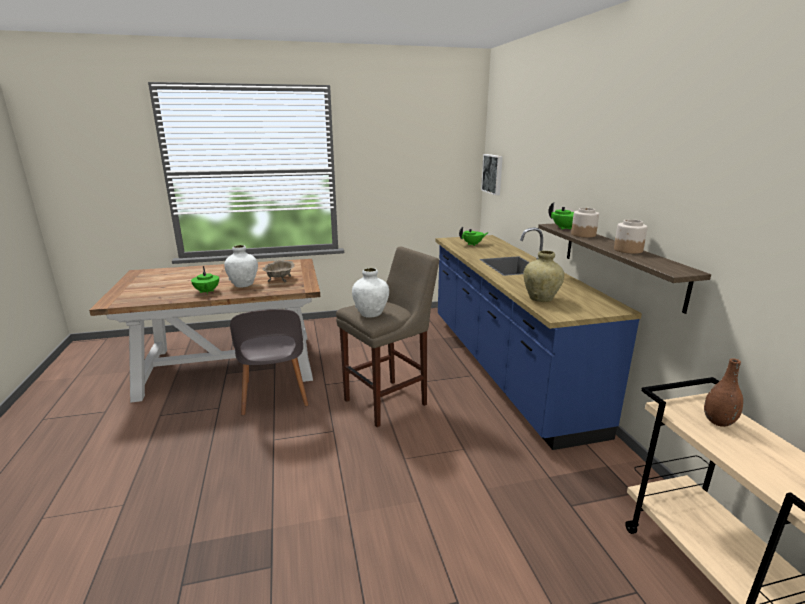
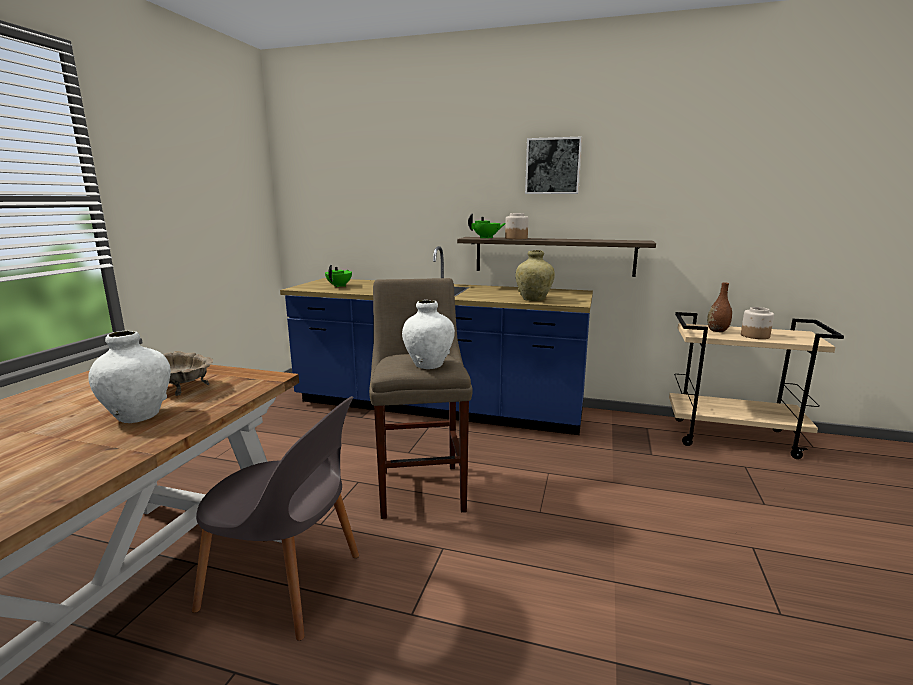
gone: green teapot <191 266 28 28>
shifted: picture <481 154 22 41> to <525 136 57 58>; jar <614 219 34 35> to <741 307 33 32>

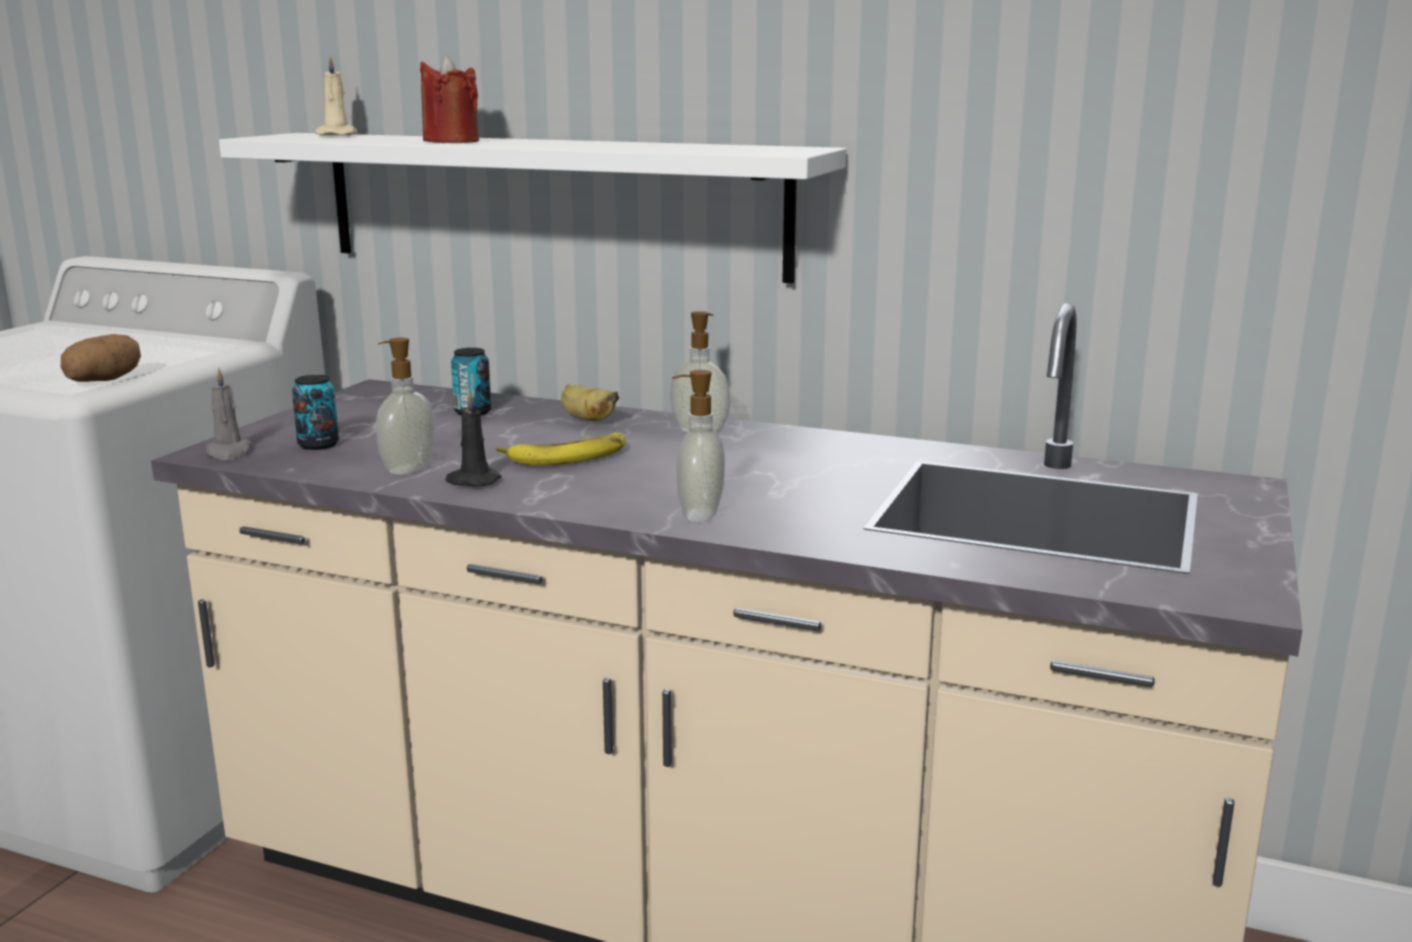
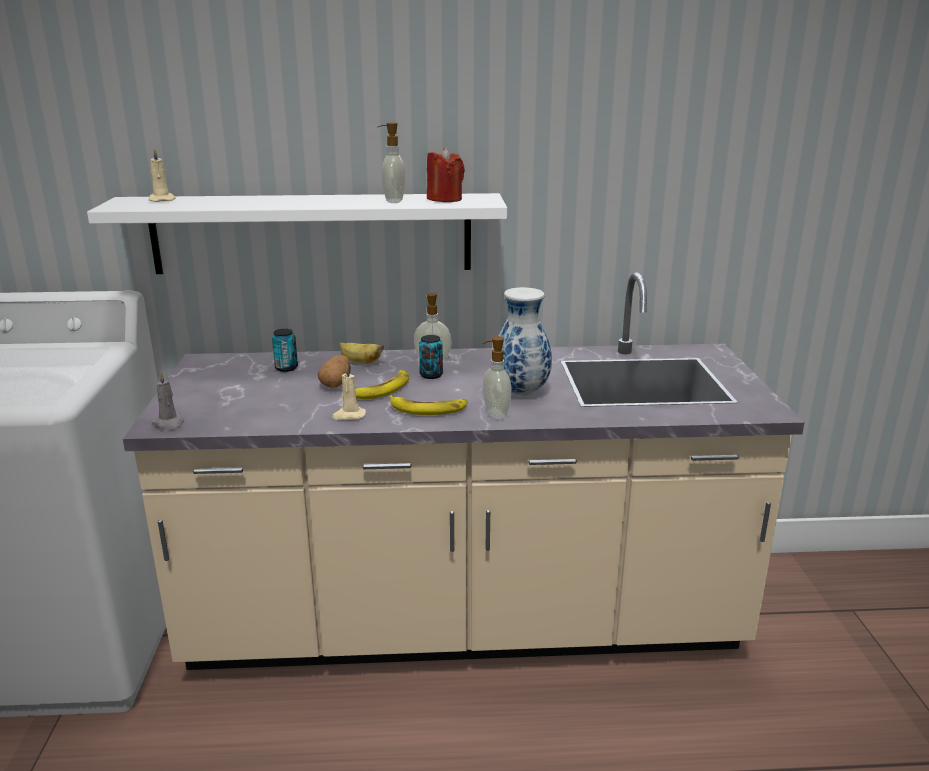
new: banana <389 395 79 20>; vase <499 287 53 108>
shifted: potato <60 334 81 48> to <318 355 33 33>; can <292 375 47 75> to <419 335 24 44>; soap dispenser <376 338 59 137> to <377 122 29 81>; red candle <420 55 59 88> to <427 147 38 55>
repainted: black candle <445 391 57 95> to beige candle <332 365 34 55>

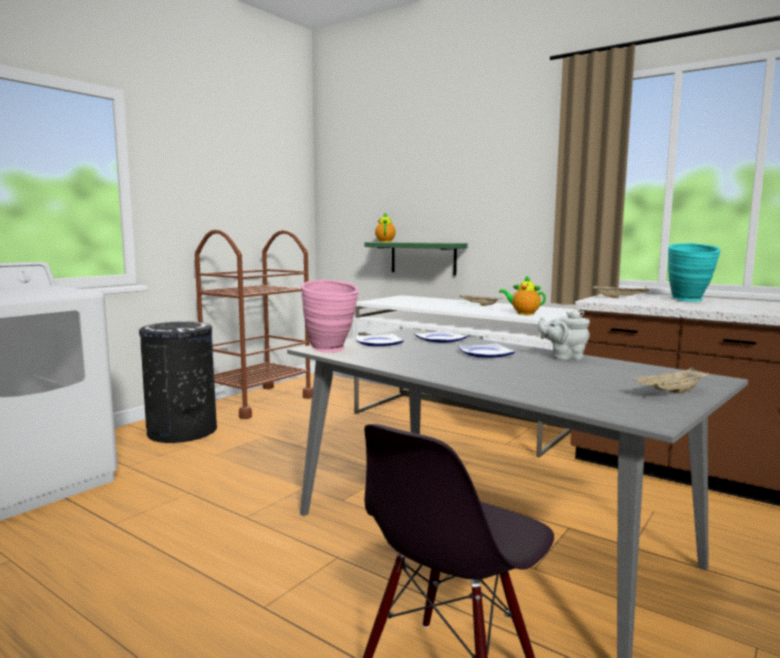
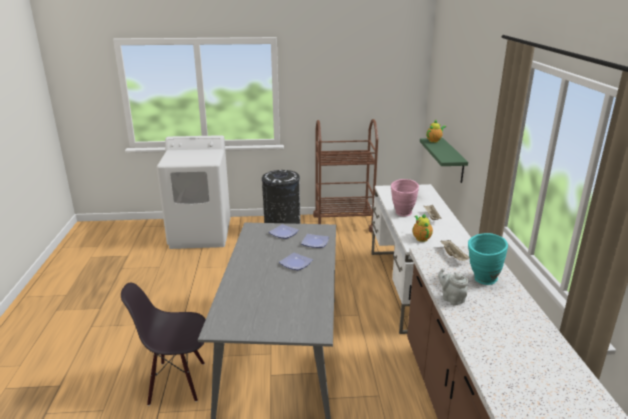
gone: beige tray <633 367 77 27>
shifted: pink vase <301 280 58 73> to <391 179 28 37>; grey teapot <538 310 52 50> to <438 269 30 37>

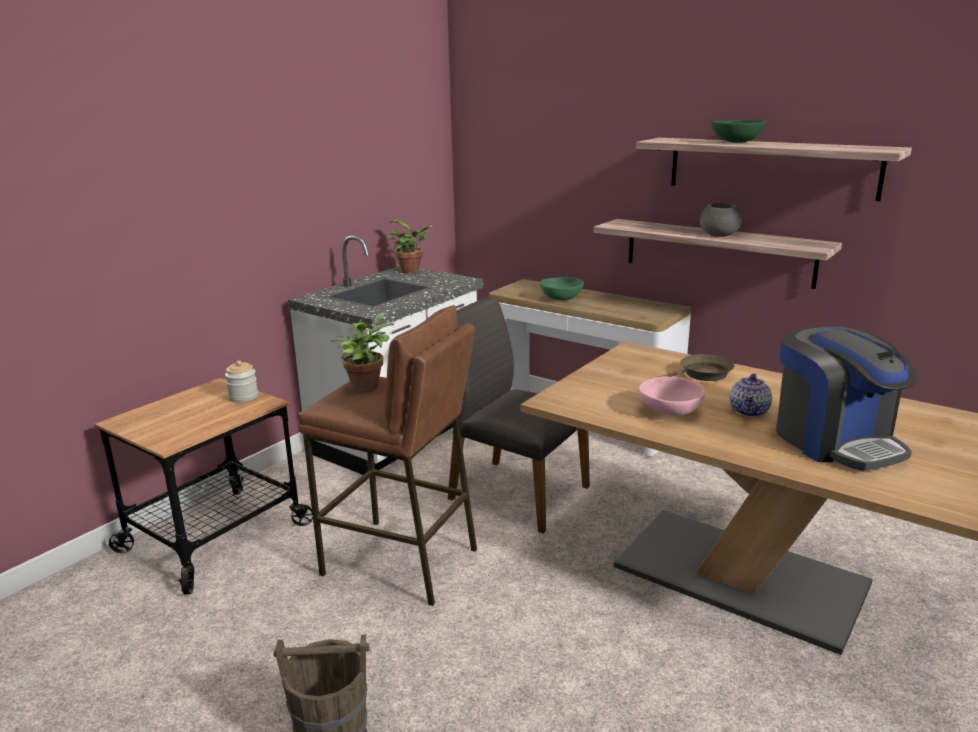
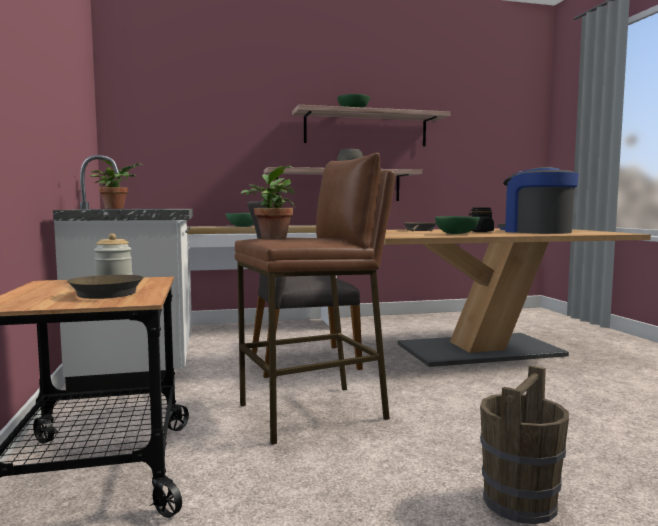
new: brown frying pan <67 275 77 24>
swapped: teapot <730 373 42 44> to black jar <469 207 25 25>
repainted: pink bowl <638 377 67 39> to green bowl <435 216 45 18>
rotated: coffee machine <776 327 142 144> = <498 167 81 67> 135 degrees counterclockwise

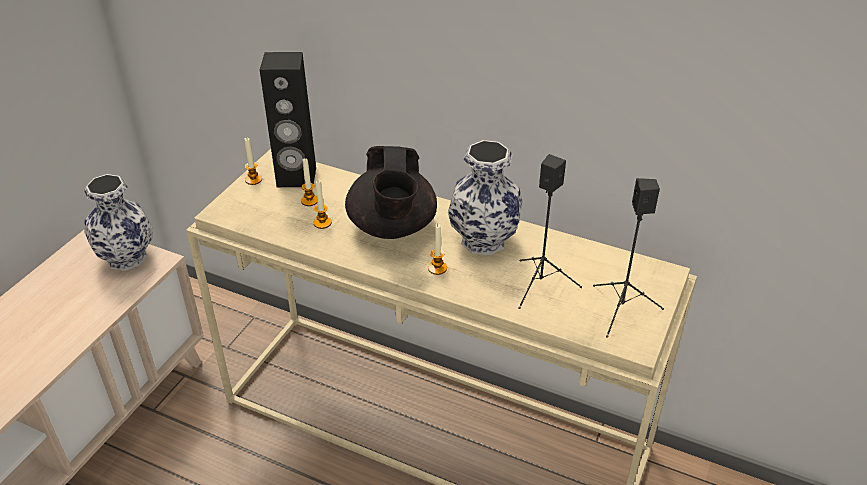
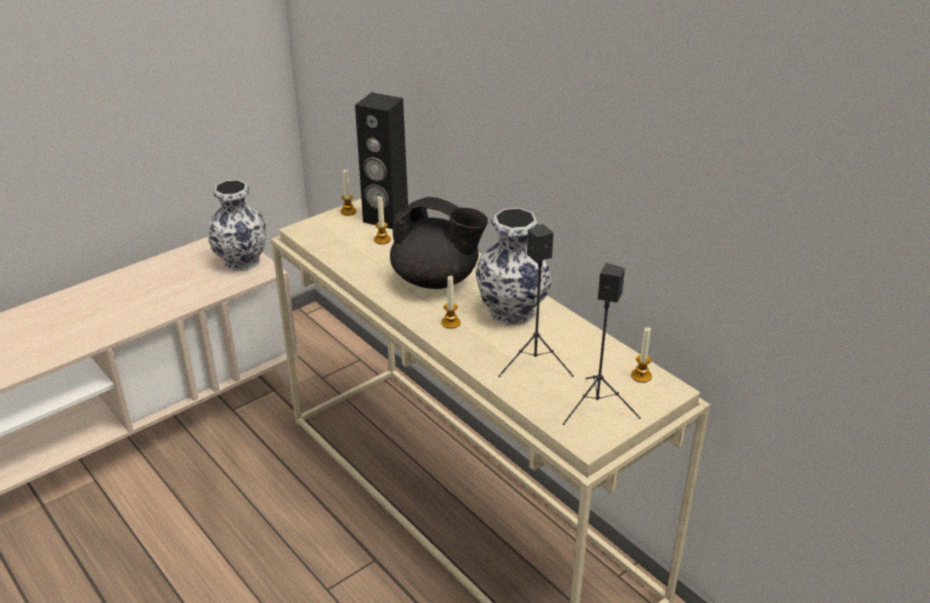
shifted: candle <313 180 19 49> to <631 327 21 56>
rotated: black teapot <345 146 92 93> = <390 197 98 92> 90 degrees counterclockwise

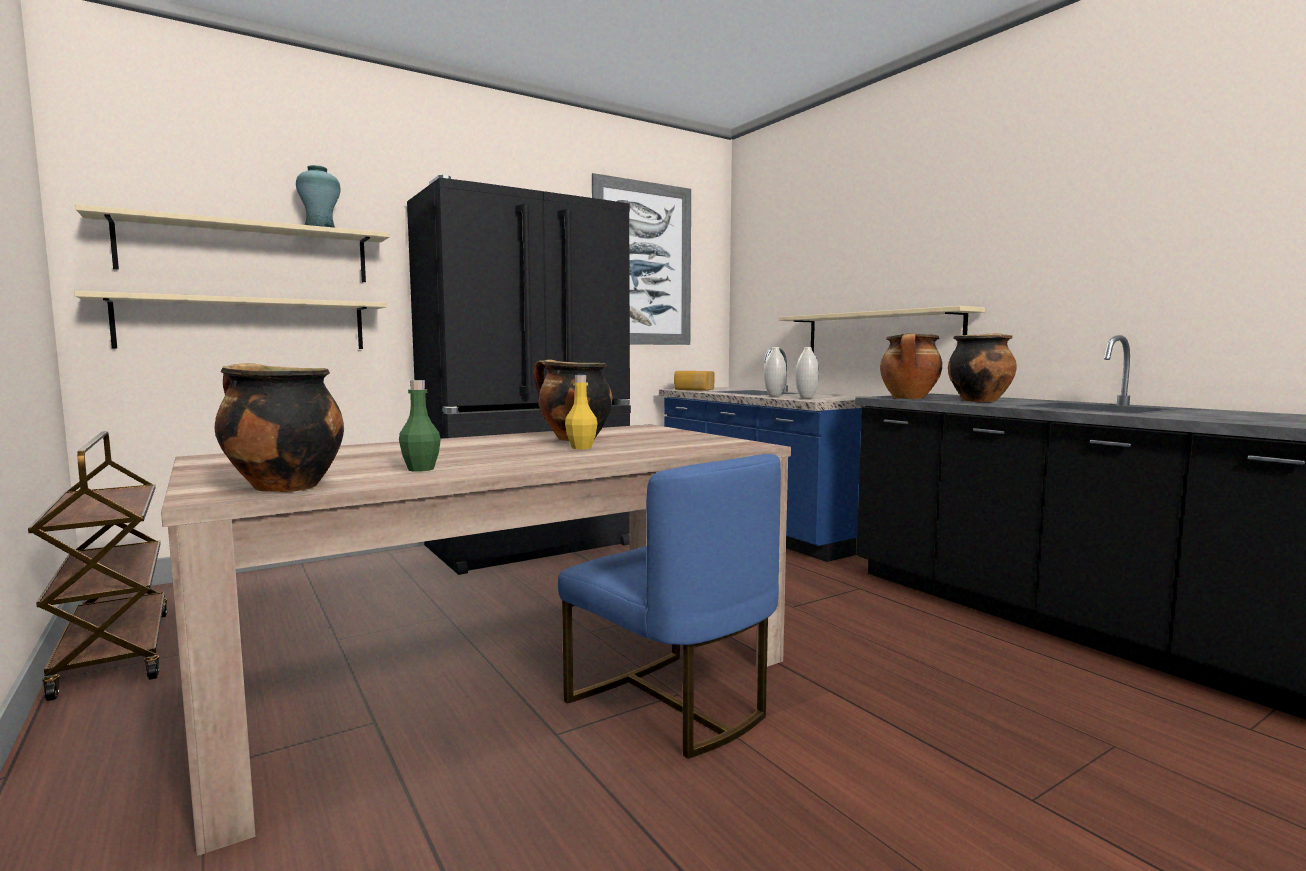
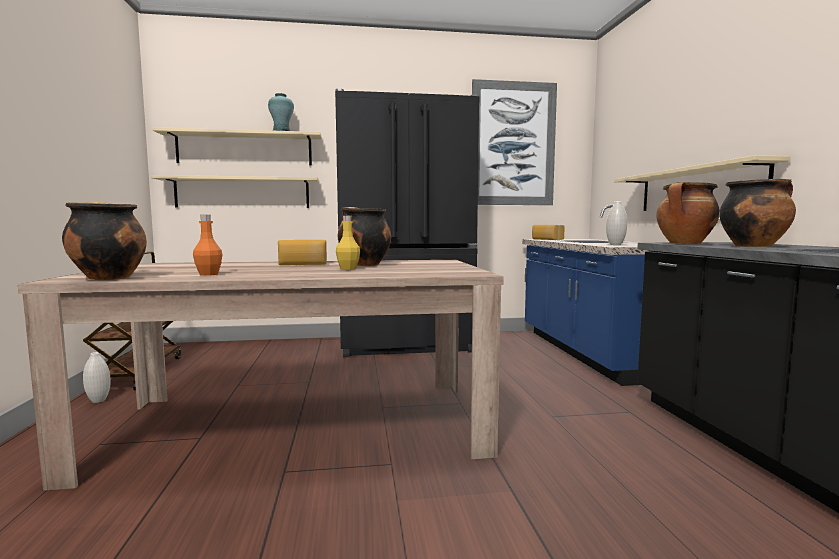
gone: blue chair <558 454 223 305>
new: bread <278 240 49 25>
shifted: white vase <764 347 22 49> to <83 352 27 51>
repainted: green bottle <399 380 42 92> to orange bottle <193 215 29 61>

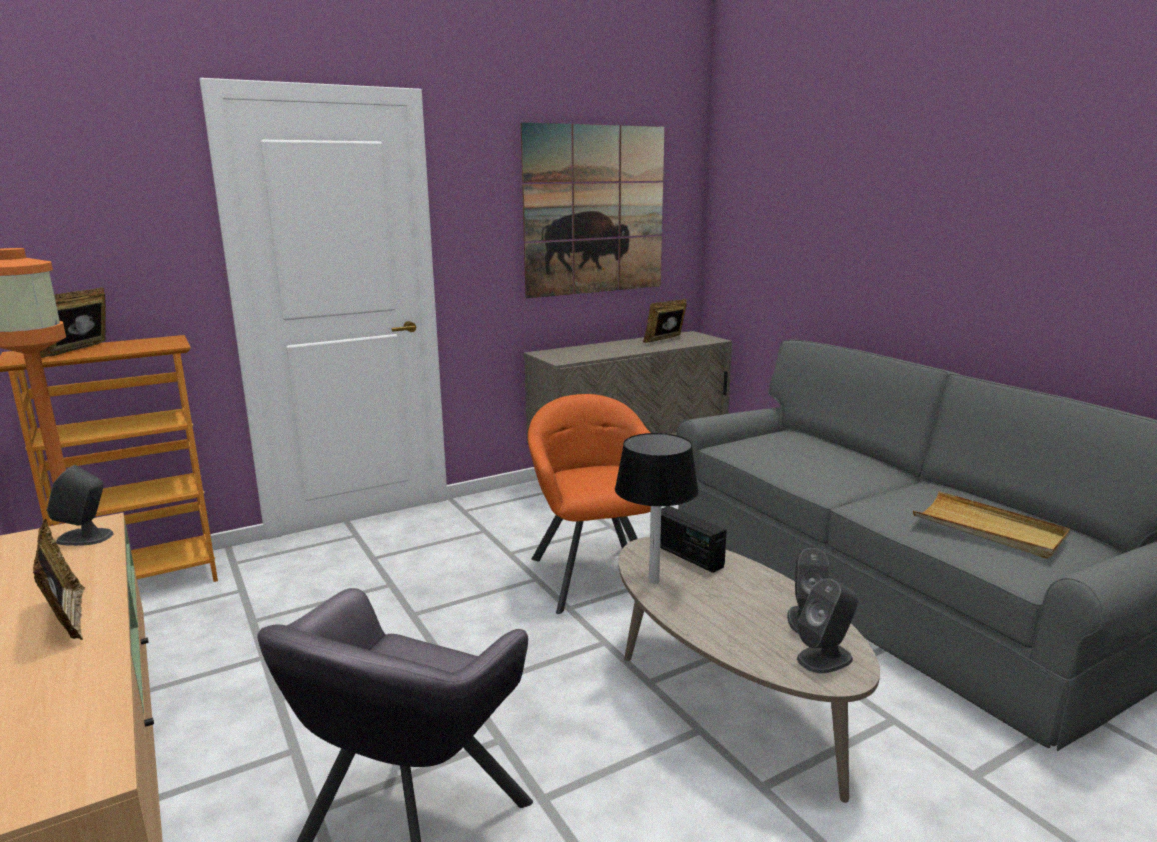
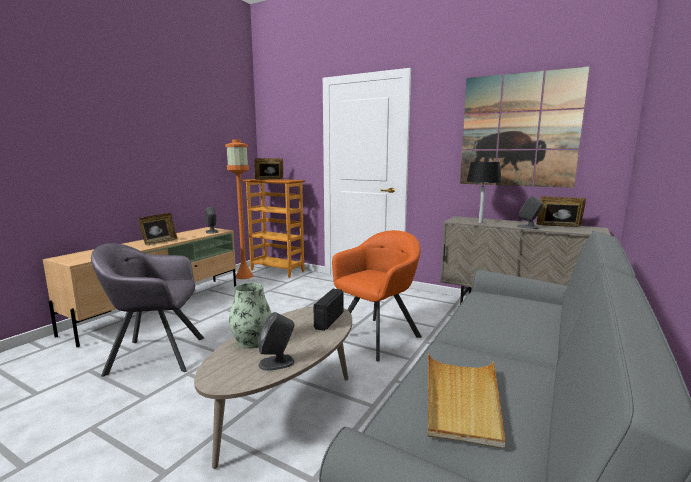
new: vase <229 283 42 66>
shifted: black table lamp <615 433 84 151> to <466 162 36 61>; grey speaker <797 579 61 94> to <517 195 26 34>

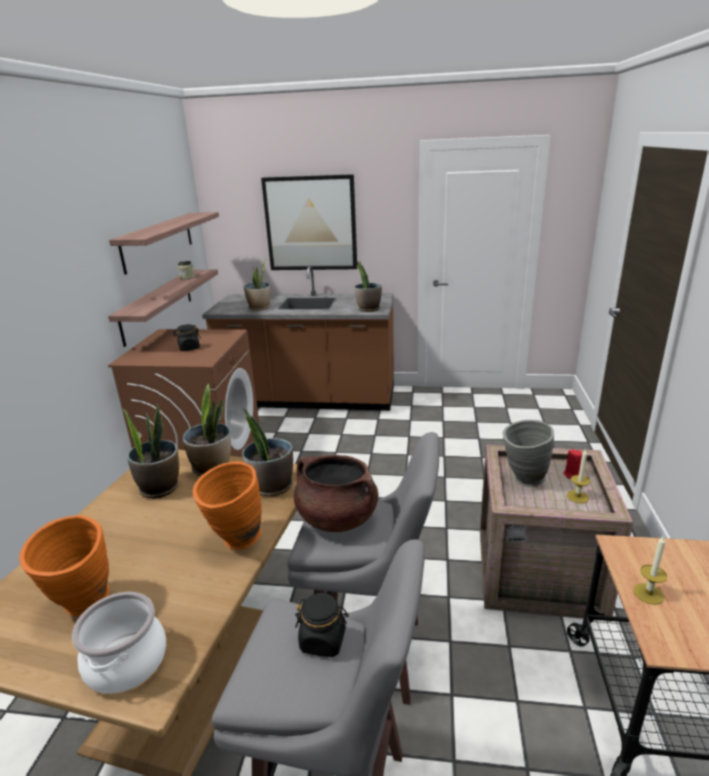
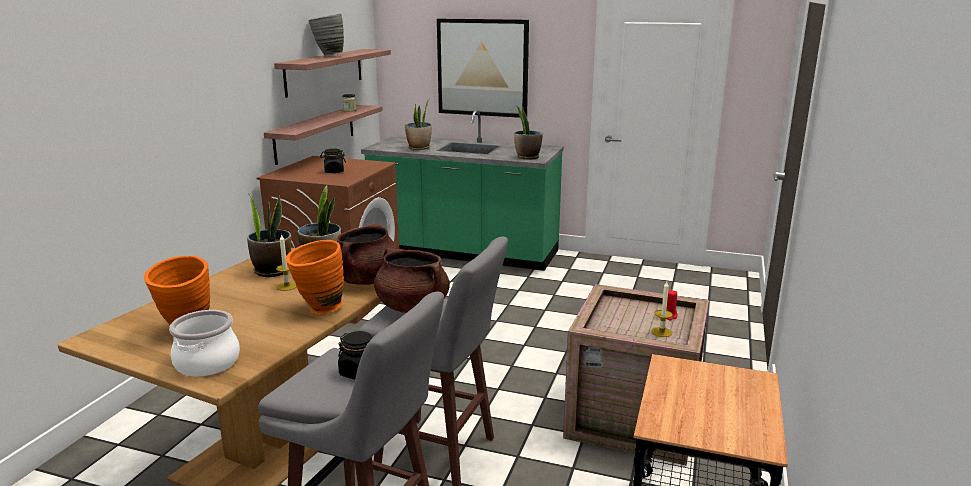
shifted: grey vase <503 420 51 67> to <308 13 36 44>; candle <633 535 34 70> to <276 234 21 57>
swapped: potted plant <242 407 51 90> to brown cooking pot <337 223 61 62>
repainted: brown counter <202 265 192 146> to green counter <361 110 203 161>

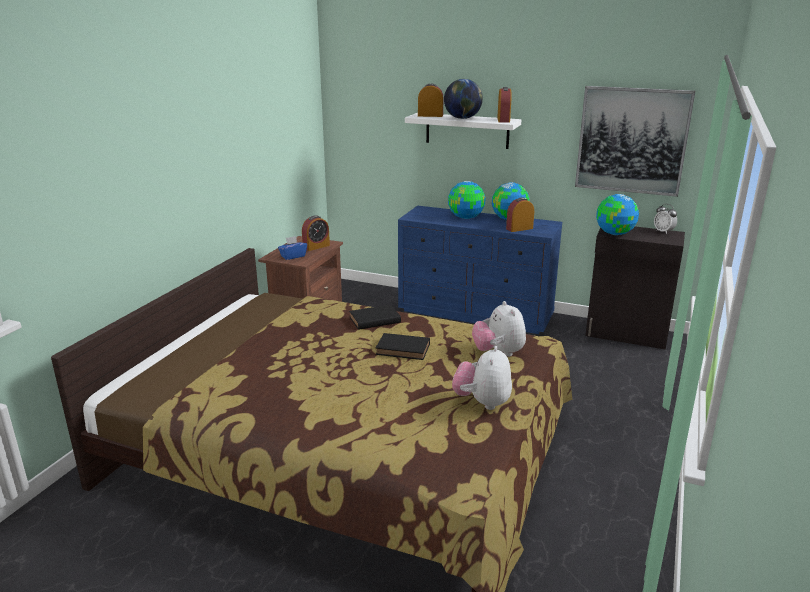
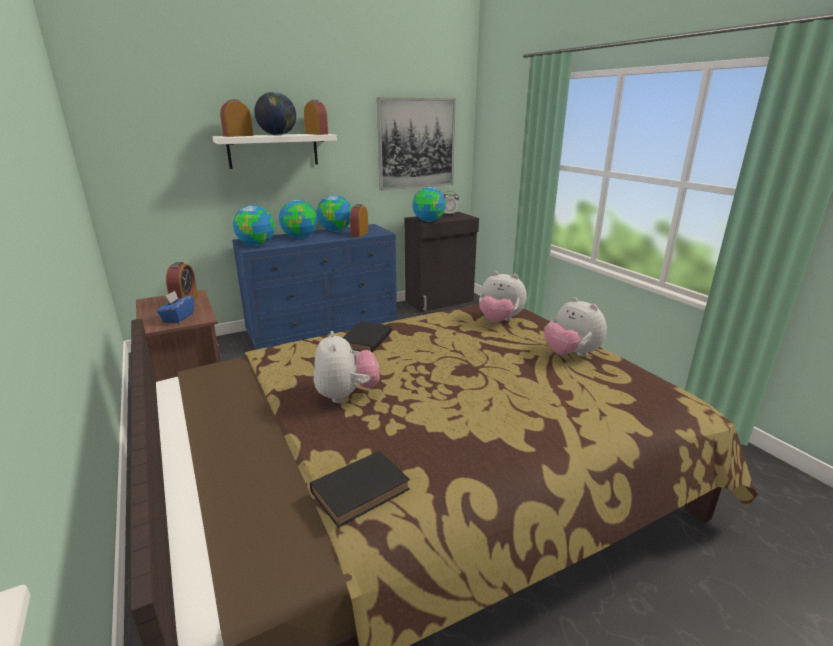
new: globe <233 205 42 41>; plush toy <314 331 66 72>
shifted: black book <376 333 54 27> to <310 451 100 76>

